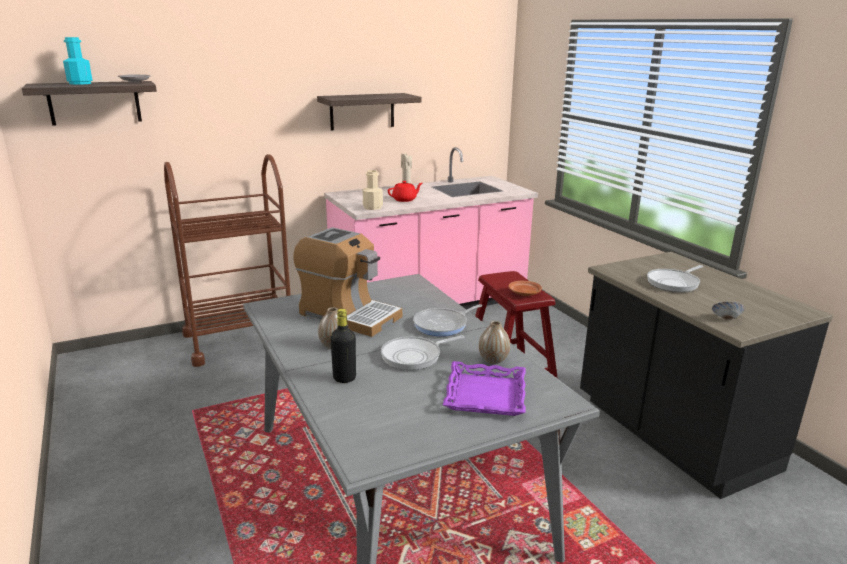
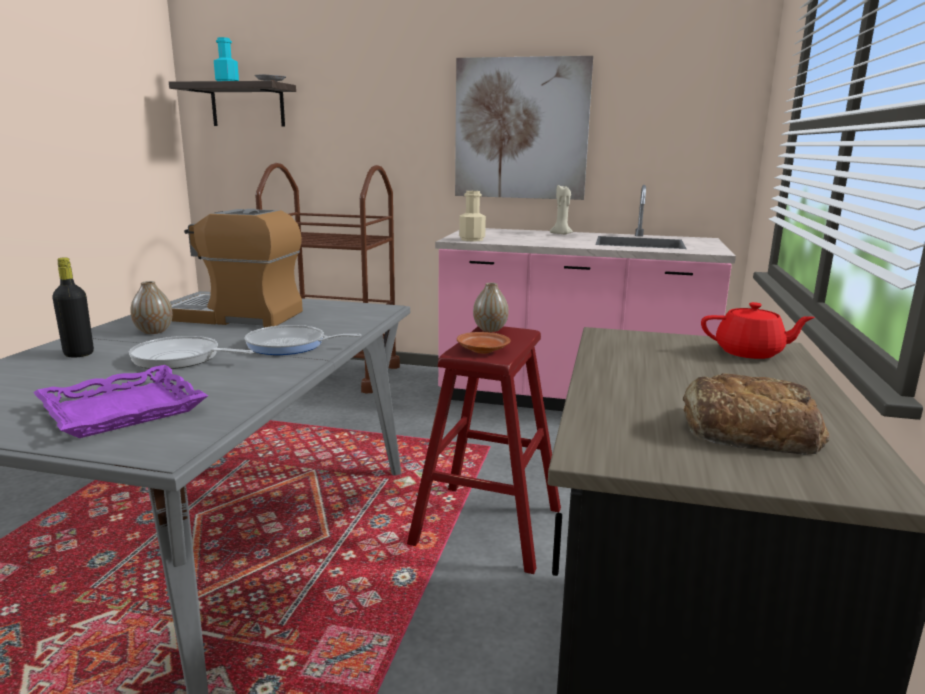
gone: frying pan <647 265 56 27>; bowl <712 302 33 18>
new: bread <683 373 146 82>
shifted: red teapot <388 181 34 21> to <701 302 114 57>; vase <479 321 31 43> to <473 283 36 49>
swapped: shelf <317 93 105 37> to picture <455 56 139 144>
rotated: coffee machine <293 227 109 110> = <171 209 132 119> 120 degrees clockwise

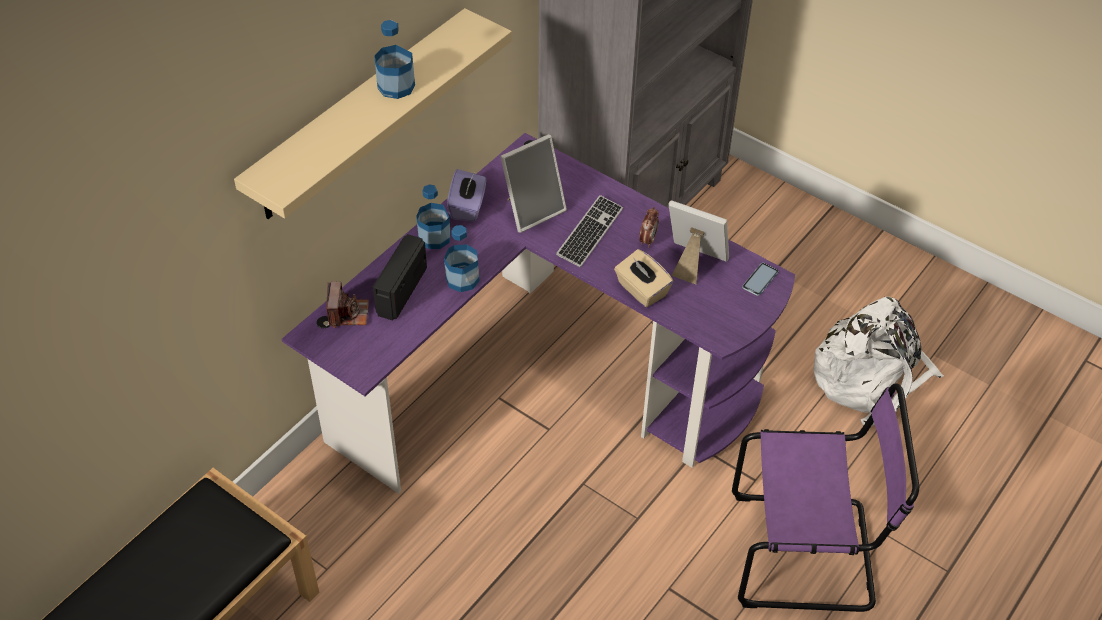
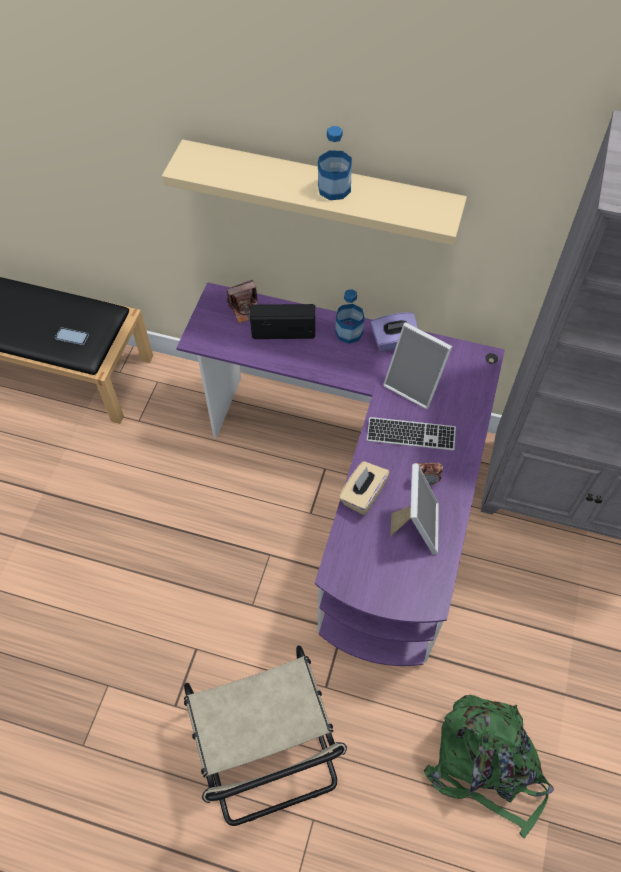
gone: bottle <444 225 36 67>
shifted: phone <742 263 37 33> to <55 327 34 18>
repainted: purple chair <732 384 187 228> to beige chair <184 645 163 181>; white backpack <813 297 131 129> to green backpack <424 695 130 144>

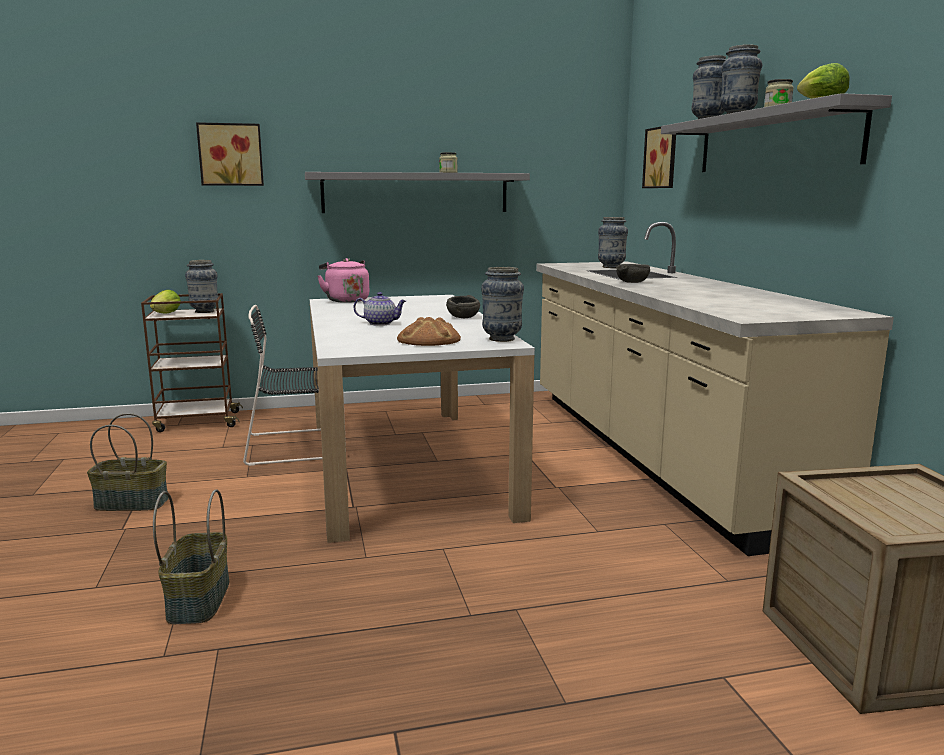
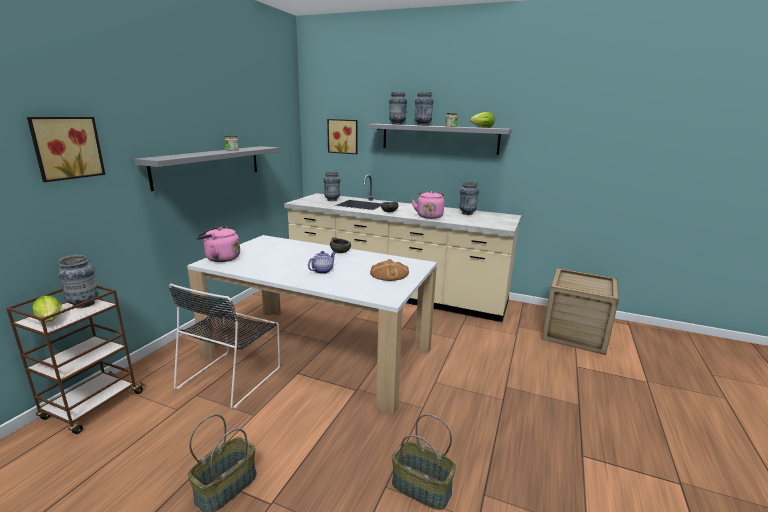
new: pink kettle <412 191 32 28>
shifted: vase <481 267 43 75> to <459 182 20 33>

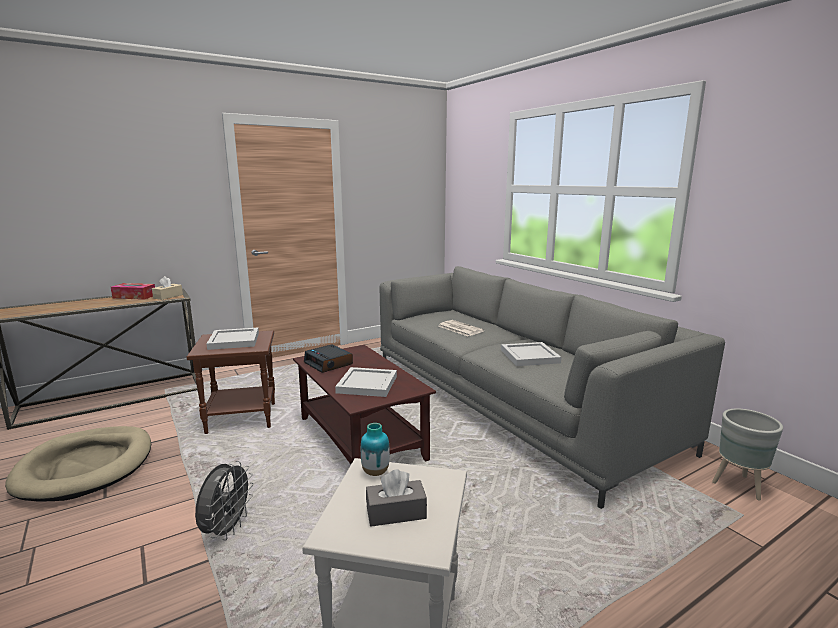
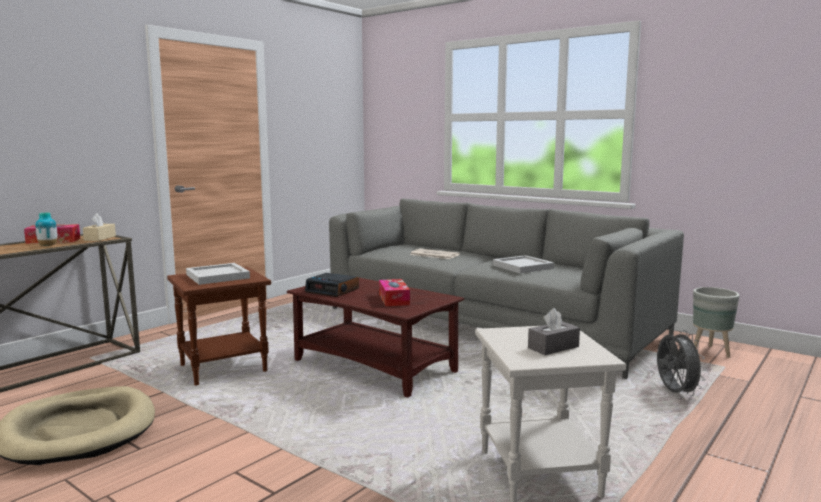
shifted: grey fan <195 461 59 79> to <657 330 50 66>; vase <361 423 29 53> to <36 213 22 33>
swapped: white tray <335 367 62 30> to tissue box <379 279 31 27>

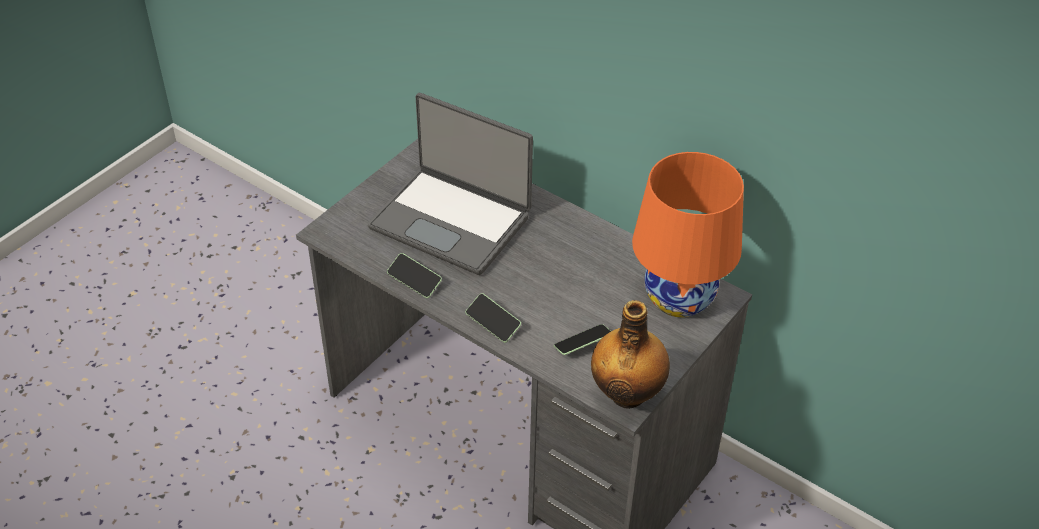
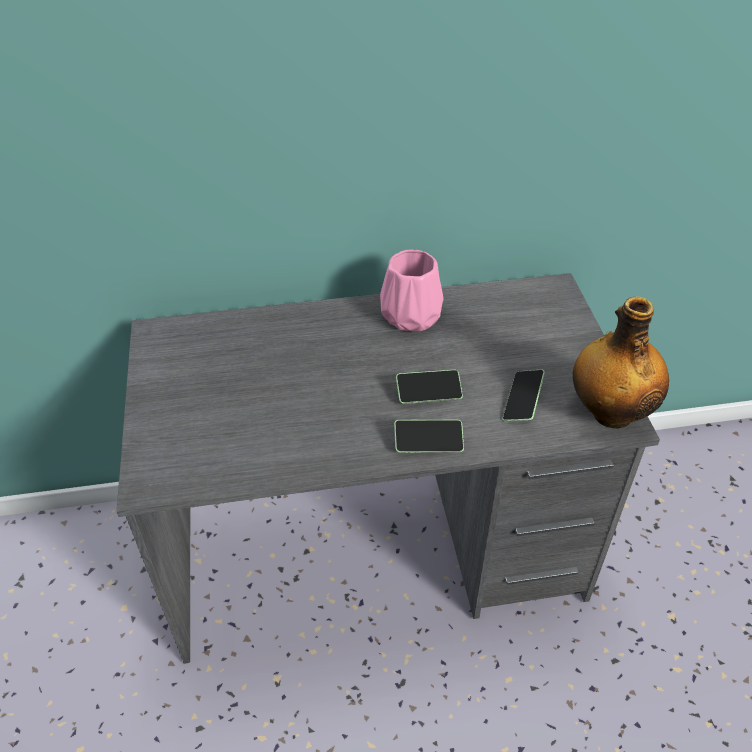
gone: laptop <368 93 165 182>; orange table lamp <632 152 112 166>
new: pink vase <380 249 63 83>
shifted: phone <387 253 55 45> to <396 370 67 34>

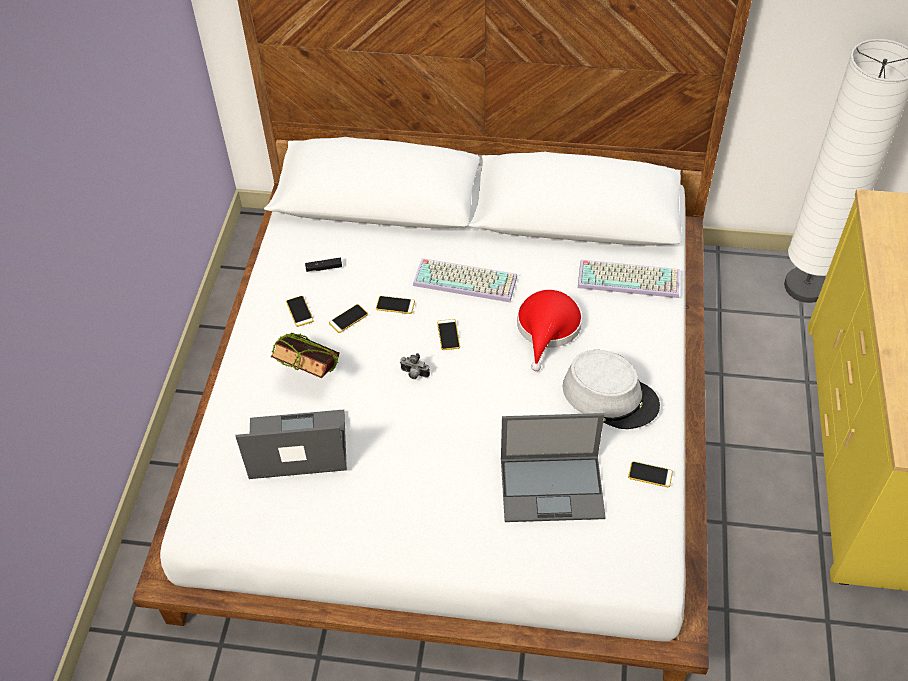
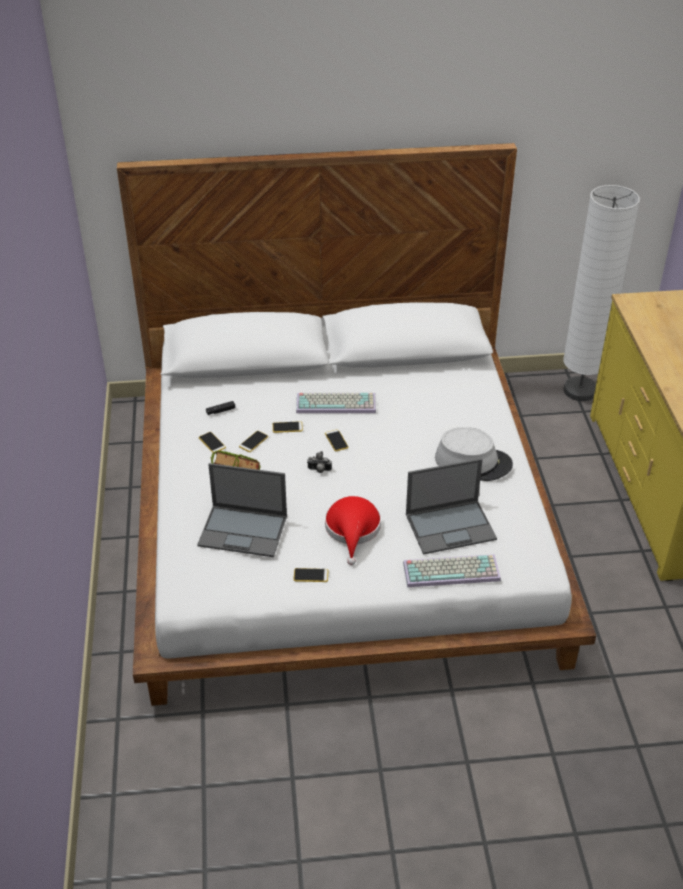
shifted: red hat <517 290 65 81> to <325 496 56 69>; keyboard <578 260 102 38> to <403 554 98 33>; phone <628 461 45 26> to <293 568 35 14>
rotated: laptop <235 410 112 69> = <197 463 90 94> 150 degrees counterclockwise

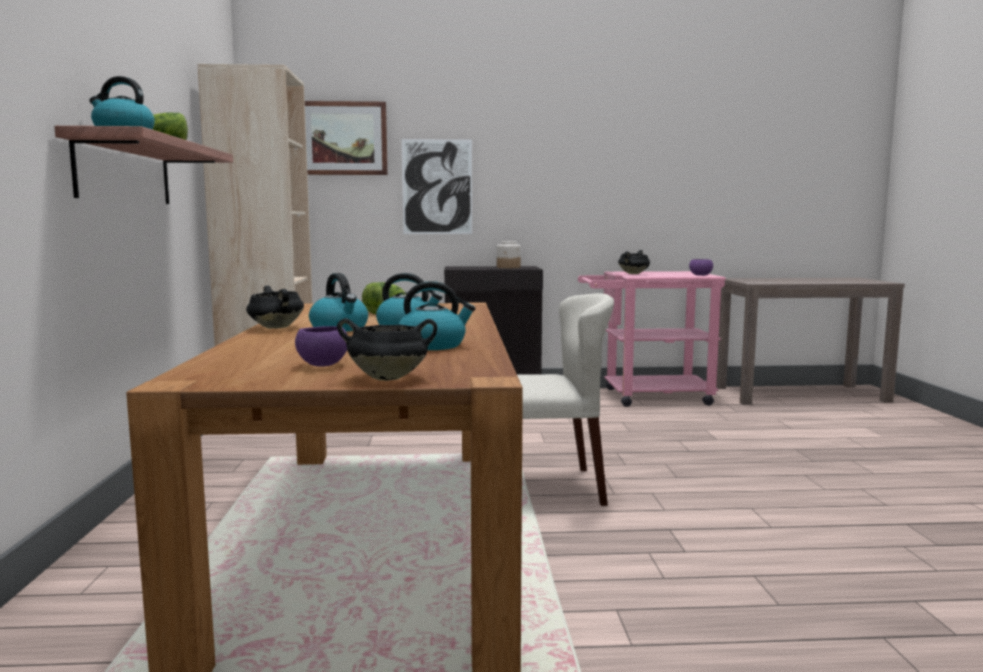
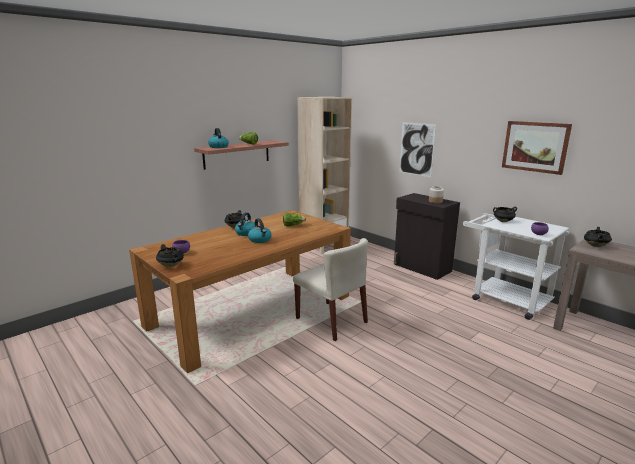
gone: kettle <398 281 78 69>
new: black cooking pot <584 227 28 20>
shifted: picture <305 101 83 74> to <502 121 70 54>
repainted: pink cart <578 271 148 136> to white cart <463 213 106 107>

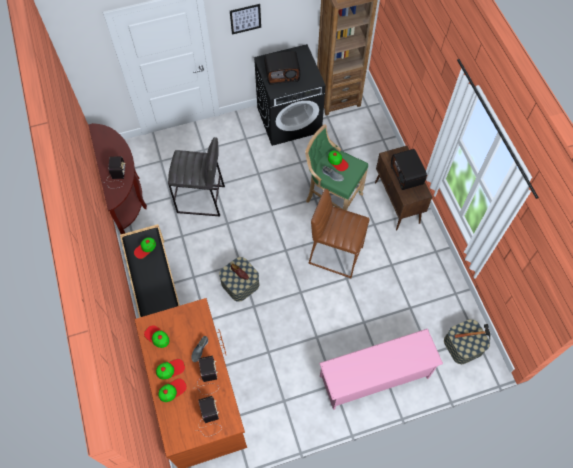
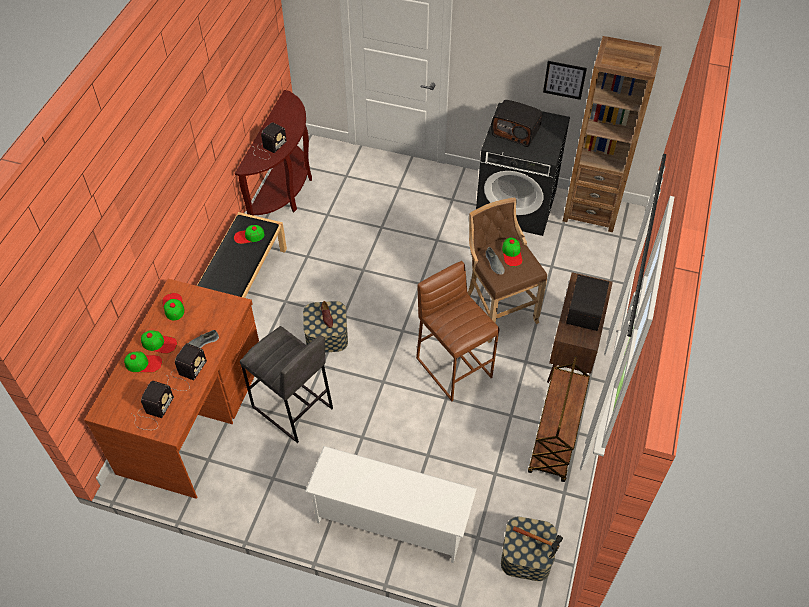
new: brown cart <528 356 62 126>
shifted: grey stool <168 137 57 79> to <240 326 93 117>; picture <230 4 31 31> to <543 61 44 39>
repainted: green stool <305 124 63 87> to brown stool <468 197 79 146>; pink shoe rack <319 329 124 81> to white shoe rack <305 446 172 117>

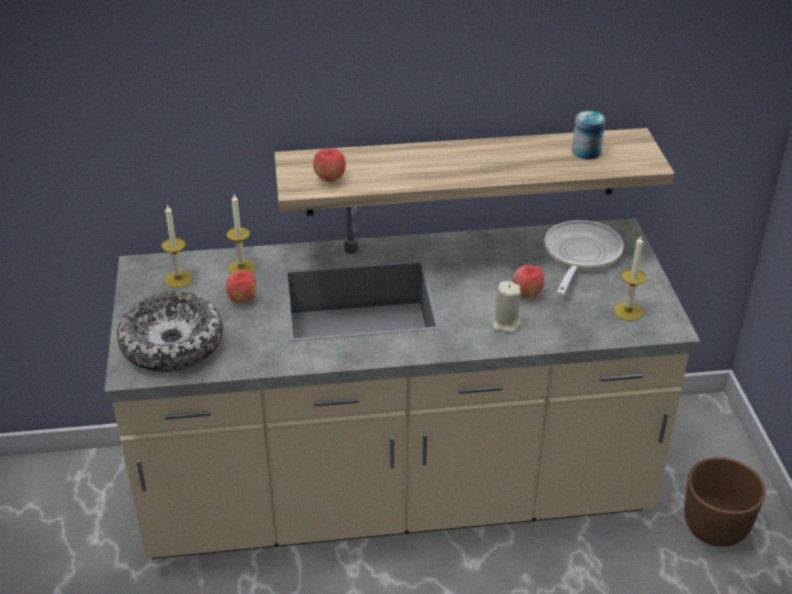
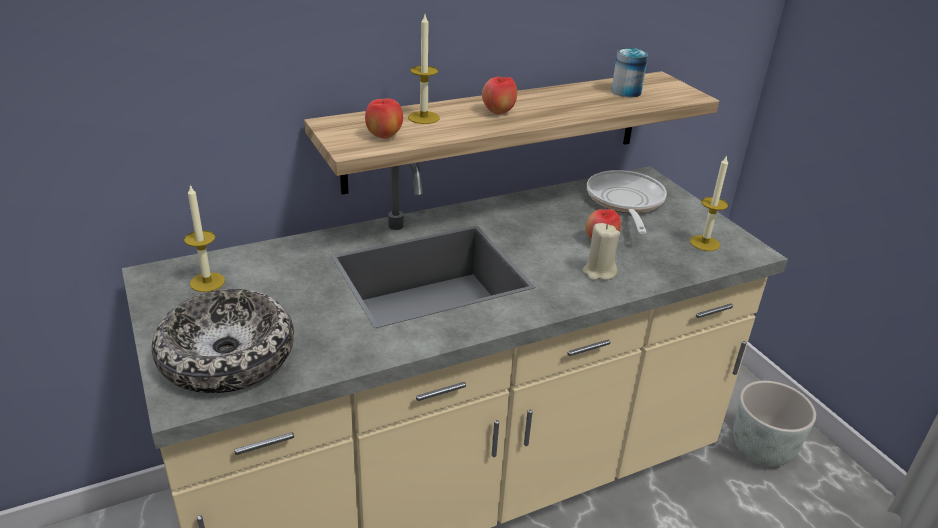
shifted: candle <226 194 29 80> to <408 15 32 109>; apple <226 270 31 33> to <482 77 35 37>
repainted: brown planter <684 457 82 90> to grey planter <733 381 83 86>

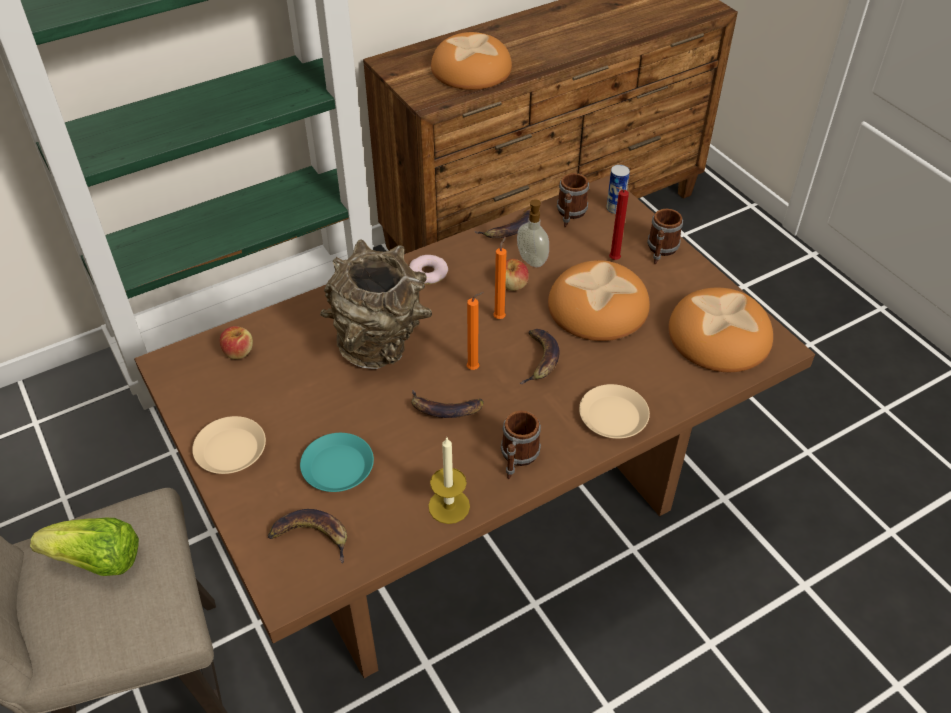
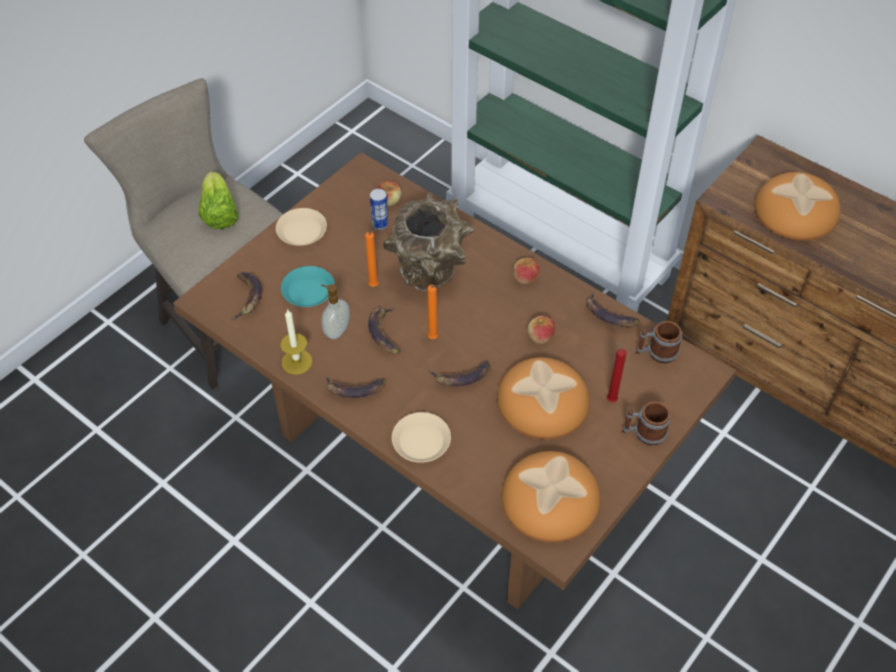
shifted: orange candle <493 237 14 82> to <365 229 13 58>; soap dispenser <517 199 32 68> to <321 284 29 55>; can <606 165 24 49> to <370 189 18 41>
swapped: donut <409 255 39 29> to apple <513 258 27 26>; mug <501 410 40 69> to banana <326 376 60 22>

